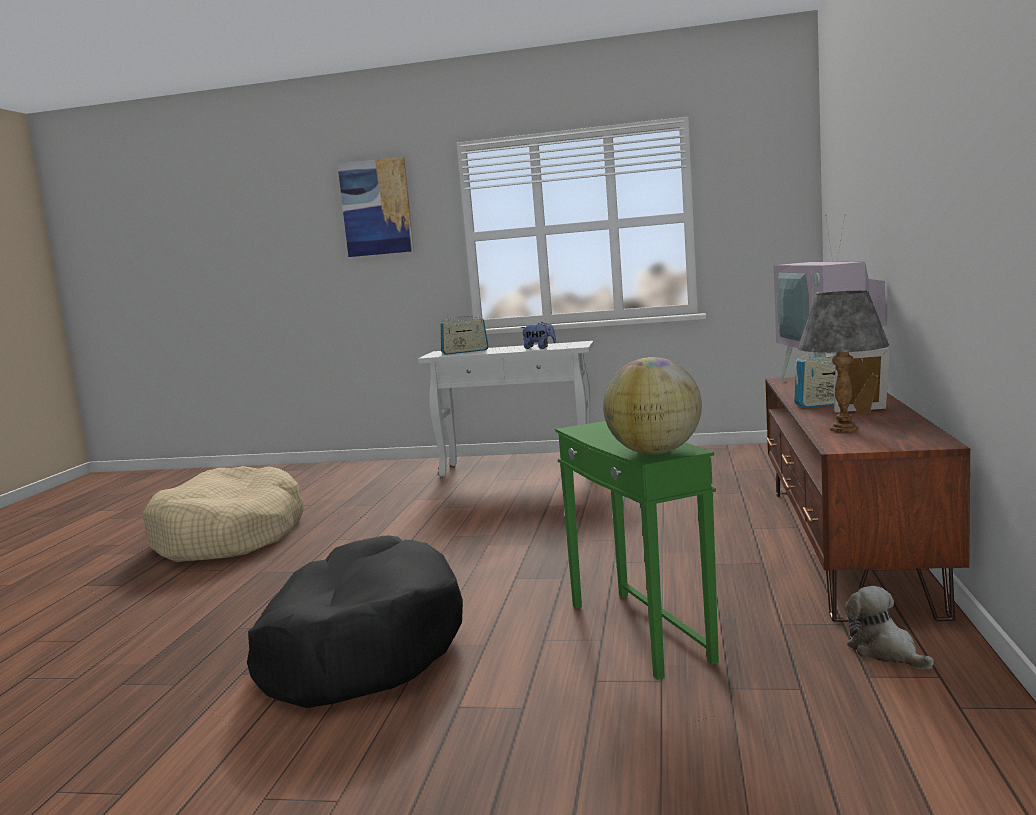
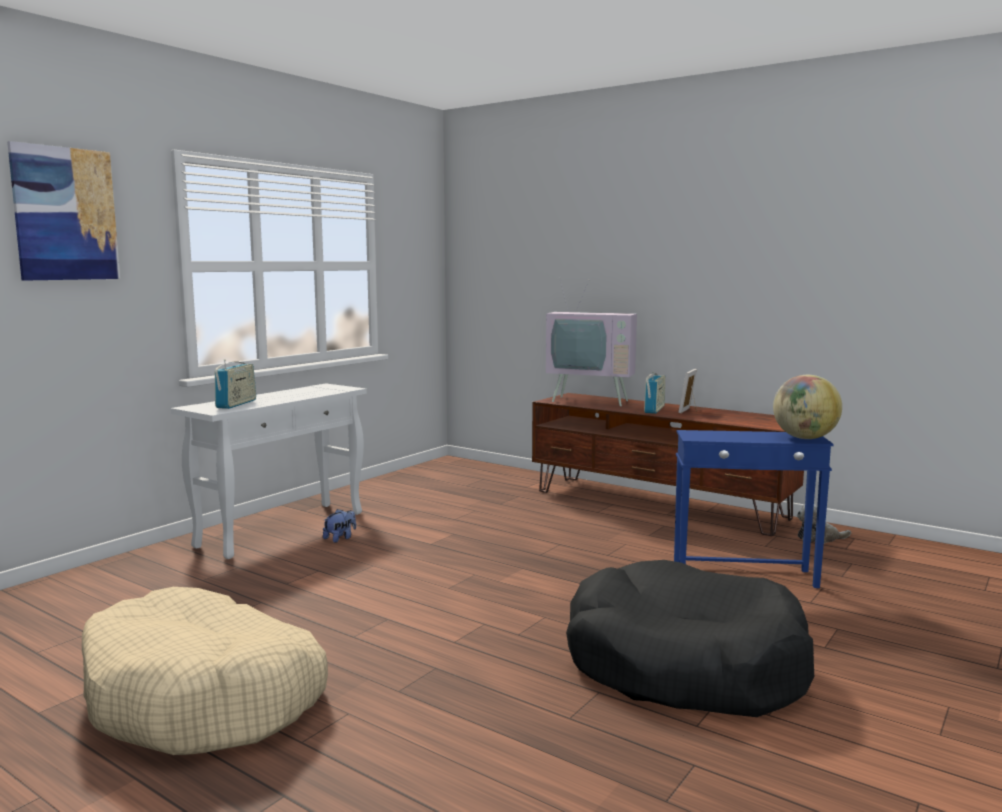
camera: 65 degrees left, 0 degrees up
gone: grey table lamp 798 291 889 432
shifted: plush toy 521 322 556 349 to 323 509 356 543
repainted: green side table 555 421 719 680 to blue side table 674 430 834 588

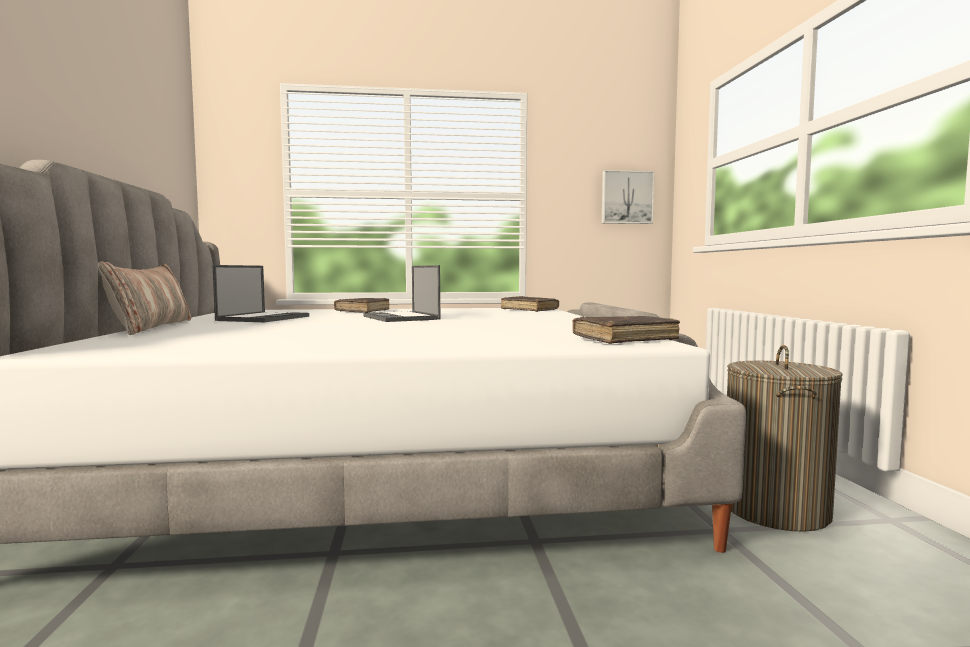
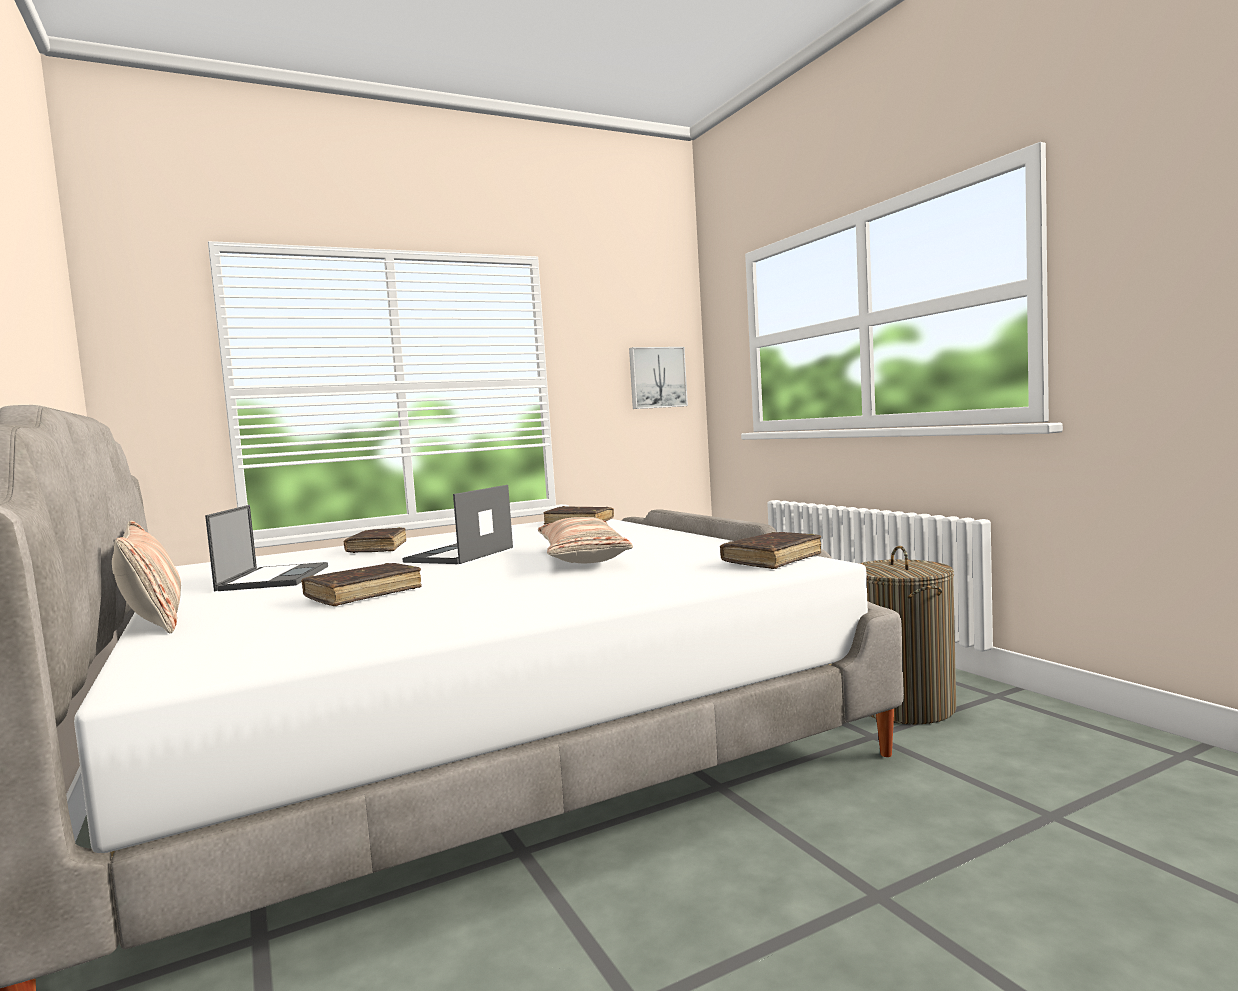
camera: 20 degrees left, 0 degrees up
new: brown book 301 563 422 606; pillow 538 517 633 563
rotated: laptop 363 265 440 322 = 402 485 513 564 75 degrees clockwise

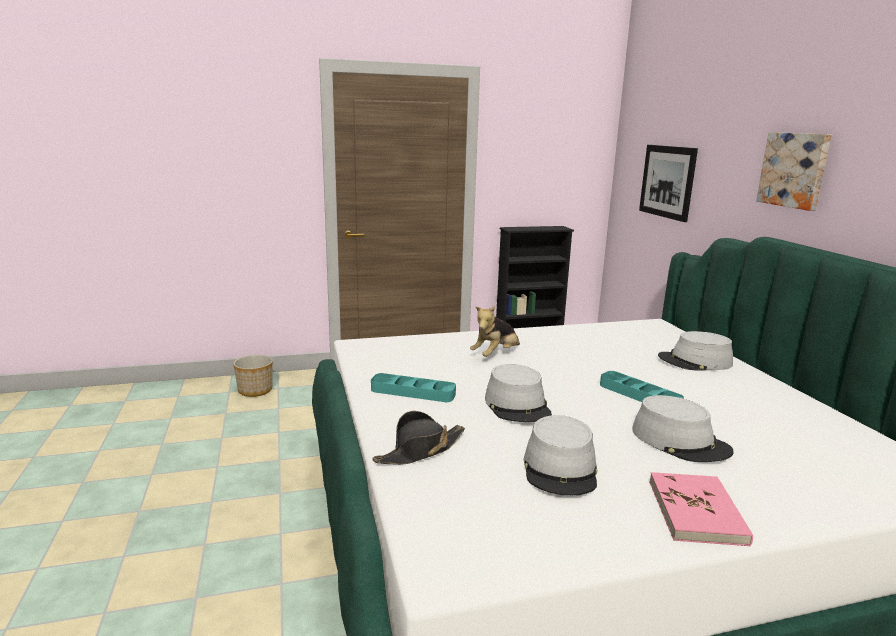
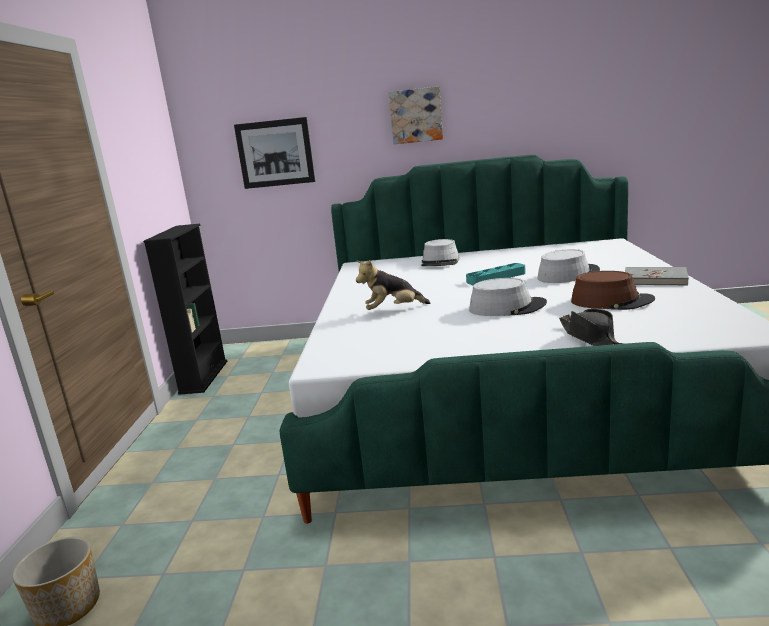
camera: 70 degrees left, 0 degrees up
gone: turquoise tray 371 373 456 402
repainted: grey hat 523 415 597 496 to brown hat 571 271 655 310; pink book 649 472 753 546 to grey book 625 267 689 286
rotated: plush toy 470 306 520 357 = 356 260 431 310 105 degrees clockwise

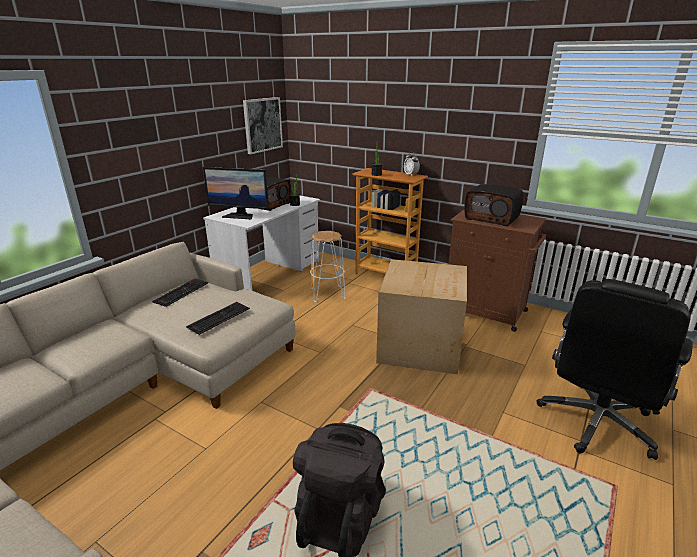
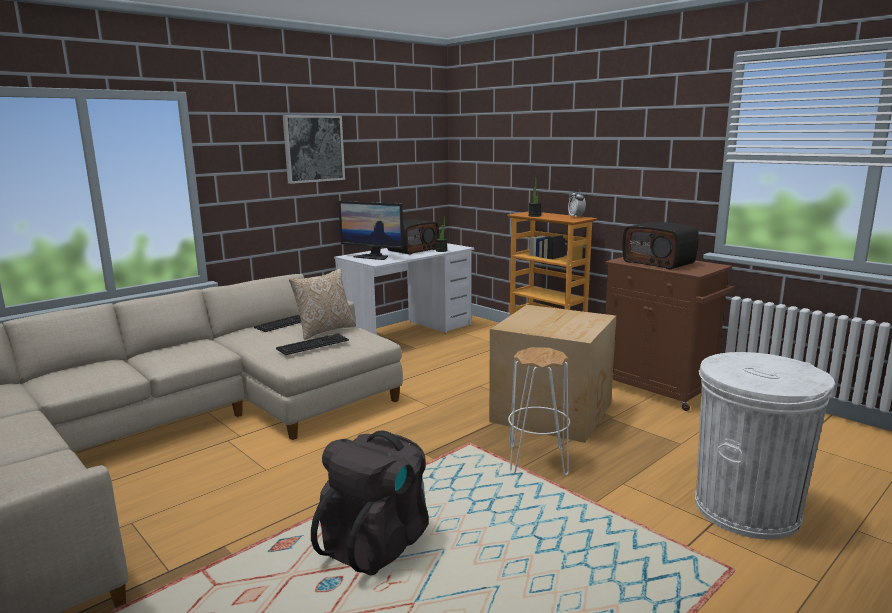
camera: 15 degrees right, 10 degrees down
new: pillow 289 268 356 340
shifted: picture 243 97 283 154 to 283 115 345 184; white stool 310 231 346 302 to 508 347 570 476
swapped: black office chair 537 279 693 460 to white trash can 695 352 835 539

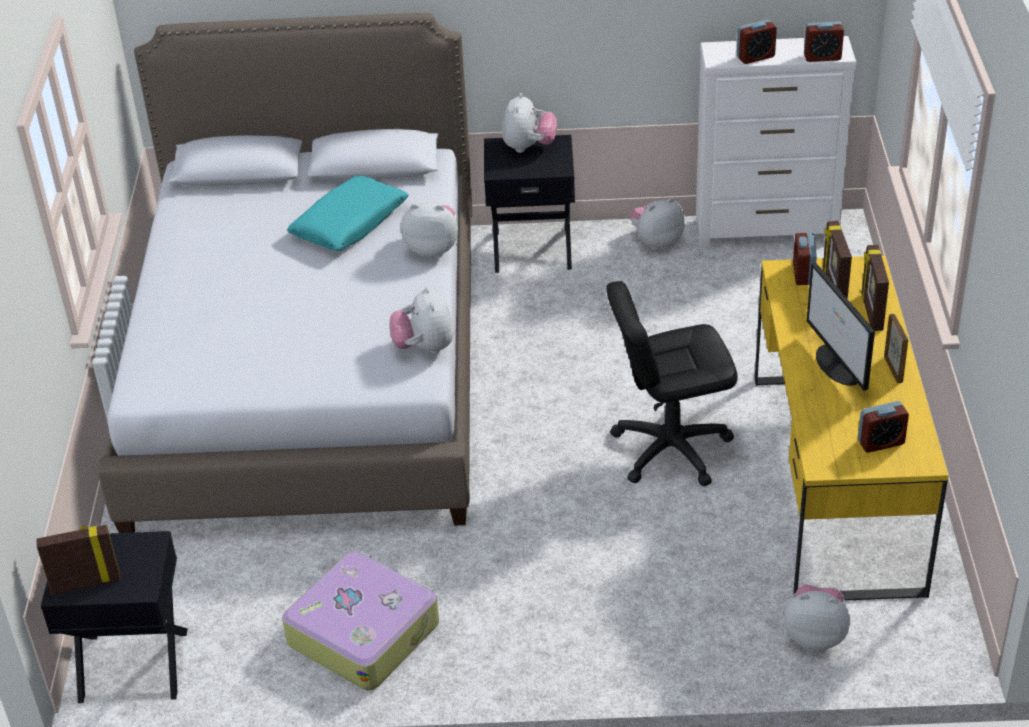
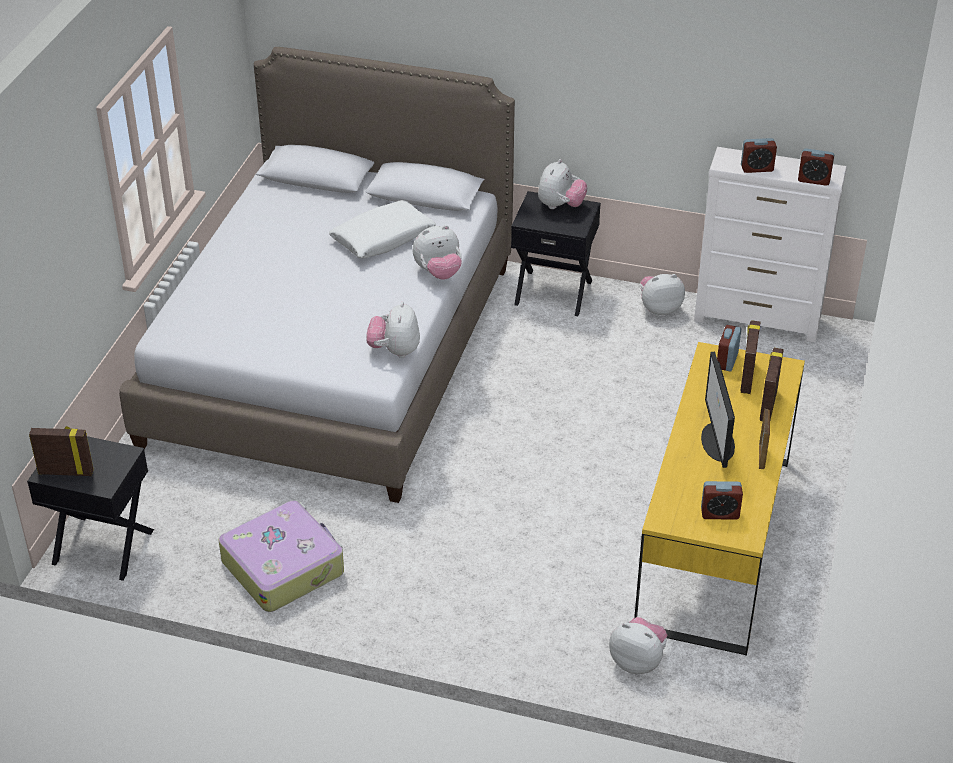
camera: 15 degrees right, 0 degrees up
gone: black office chair 606 281 738 486
repainted: turquoise pillow 287 175 409 251 to white pillow 329 200 436 258
rotated: plush toy 401 203 458 257 = 413 225 462 280 135 degrees clockwise

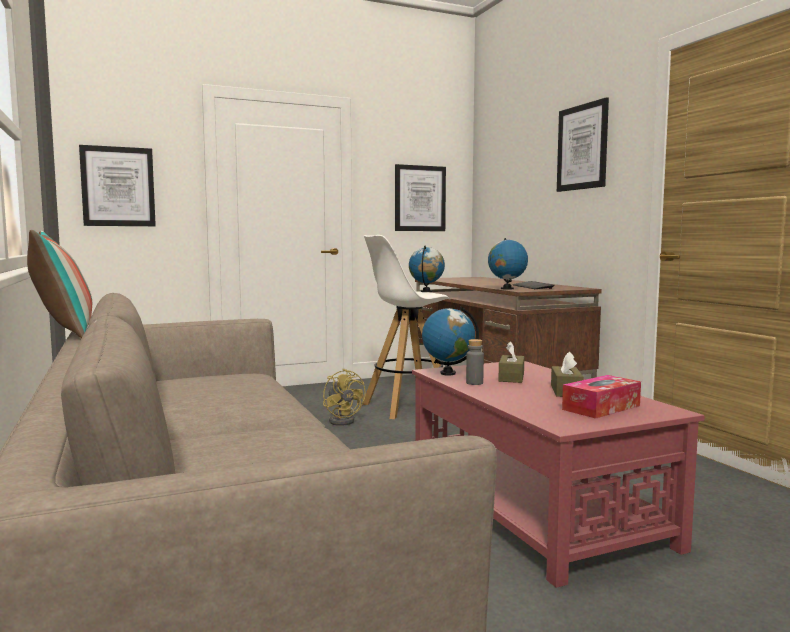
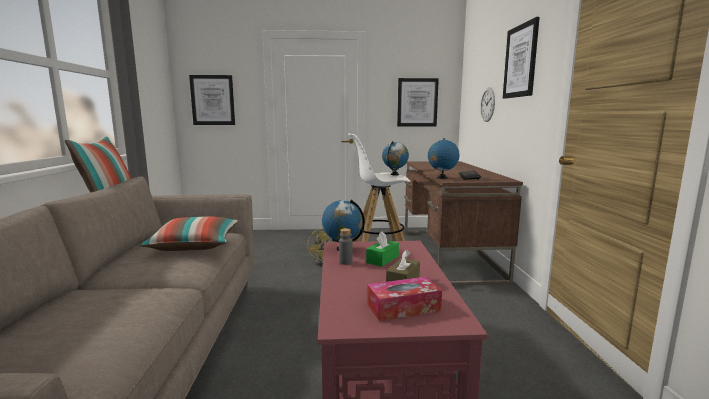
camera: 20 degrees right, 5 degrees up
new: pillow 139 216 238 251; wall clock 481 88 495 122
repainted: brown tissue box 498 341 524 383 to green tissue box 366 231 399 267

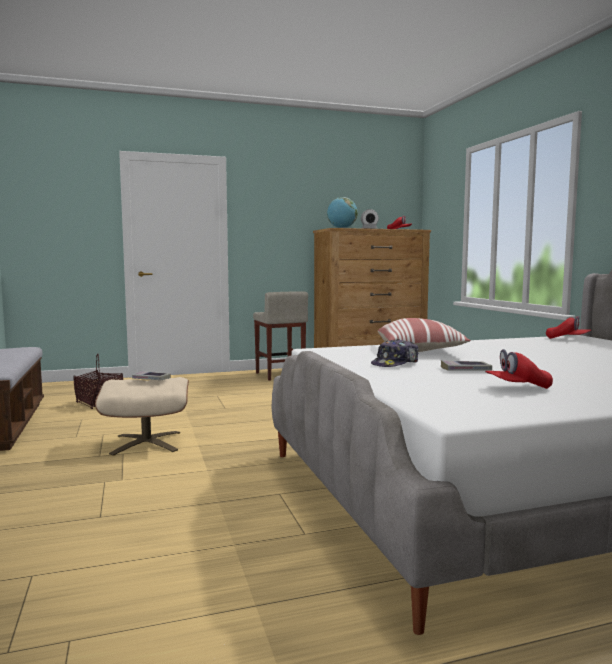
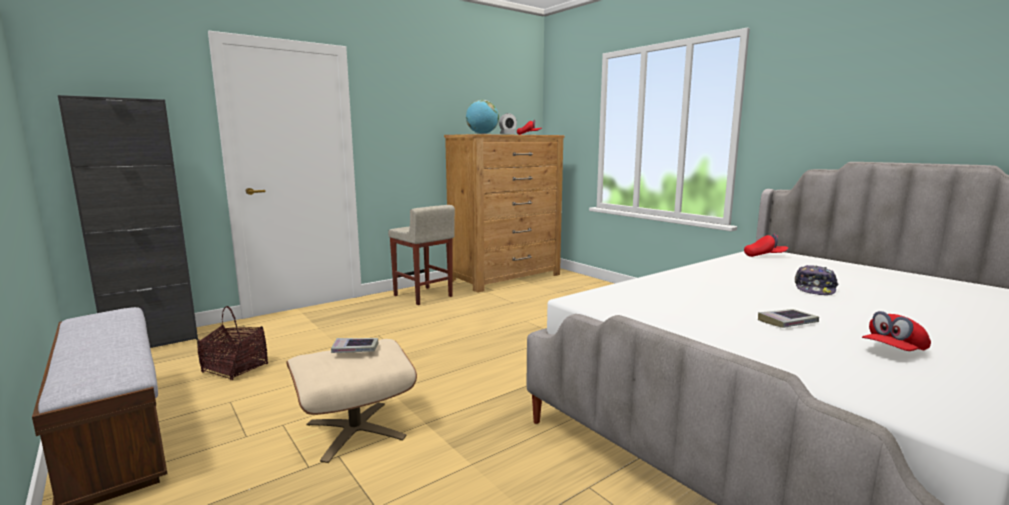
camera: 20 degrees left, 5 degrees up
gone: pillow 378 318 471 352
new: black cabinet 58 95 198 348
shifted: cap 371 339 419 367 to 795 265 839 295

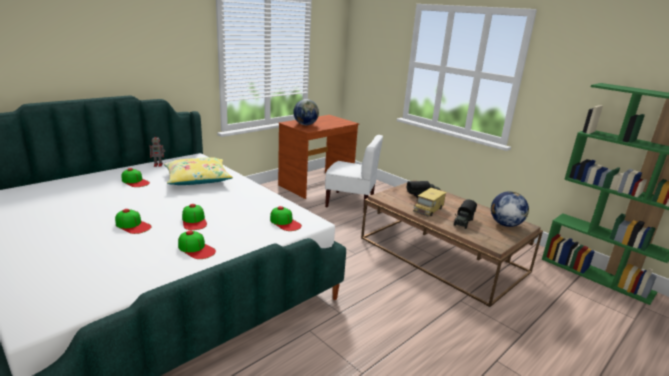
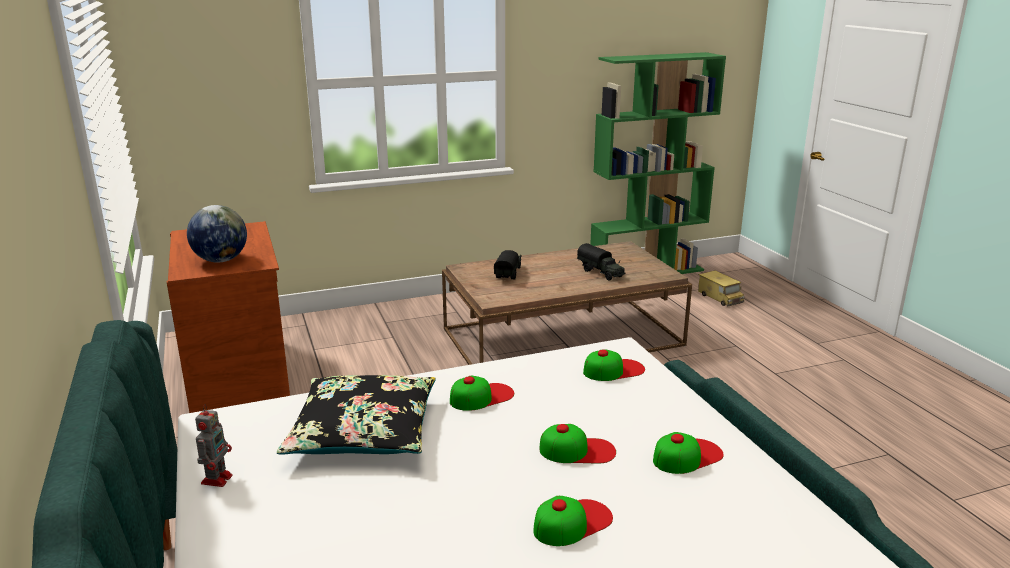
camera: 65 degrees left, 0 degrees up
gone: white chair 325 135 383 212; globe 491 191 529 227
shifted: cap 122 168 150 187 to 450 376 514 411; toy truck 413 188 447 217 to 698 271 745 306
repainted: yellow pillow 164 157 233 185 to black pillow 277 375 435 455

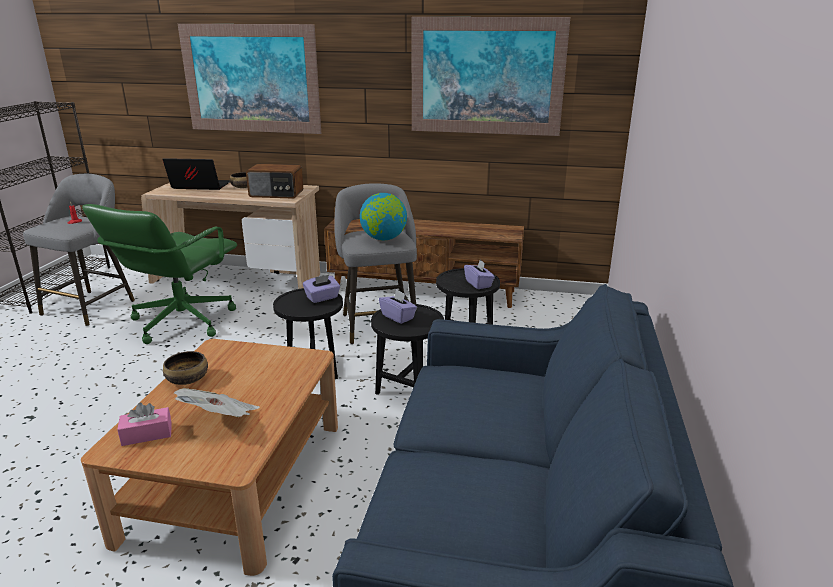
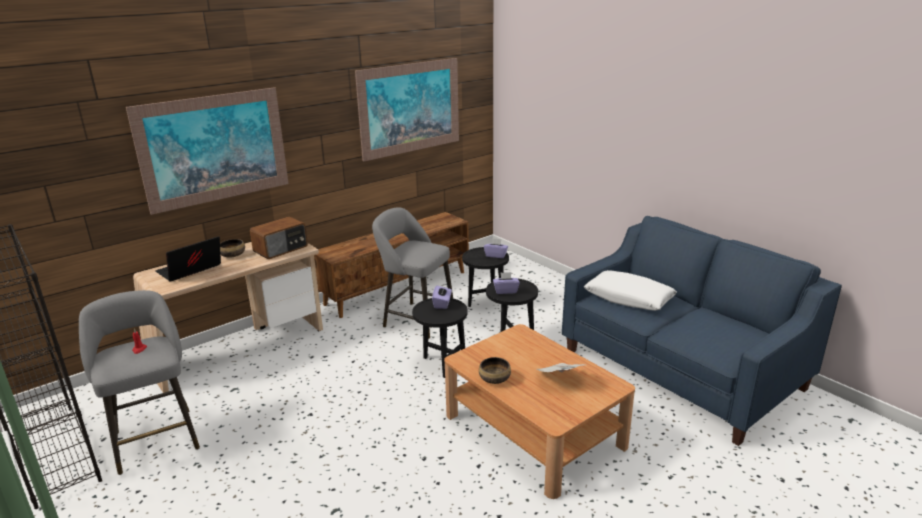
camera: 50 degrees left, 0 degrees up
gone: green office chair 82 204 237 344; pink tissue box 117 403 172 446; globe 360 193 407 241
new: white pillow 584 270 677 311

